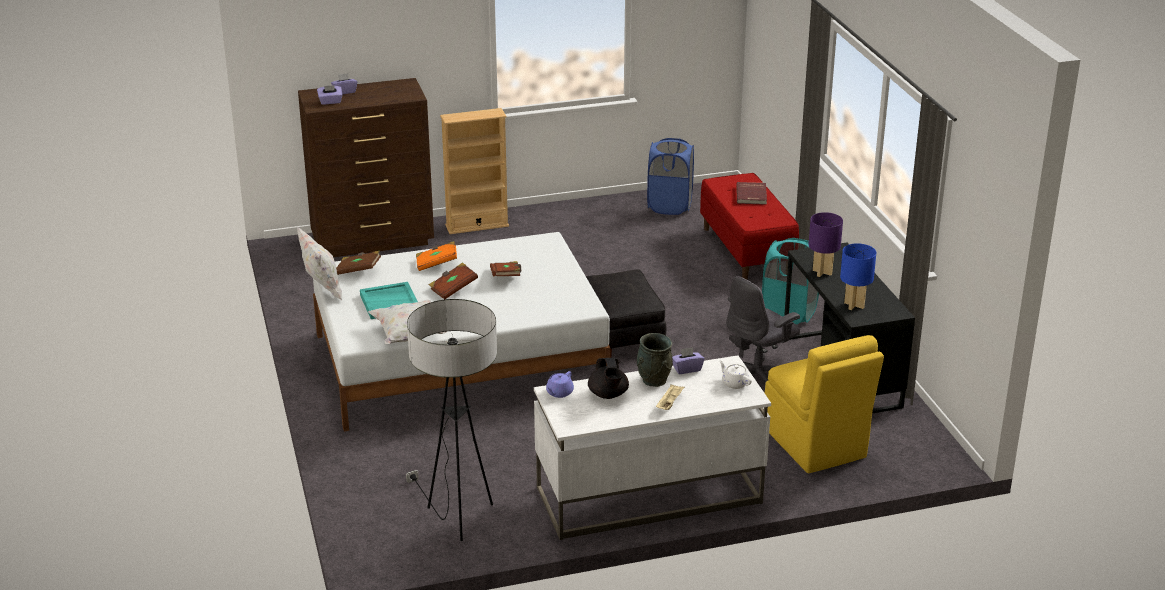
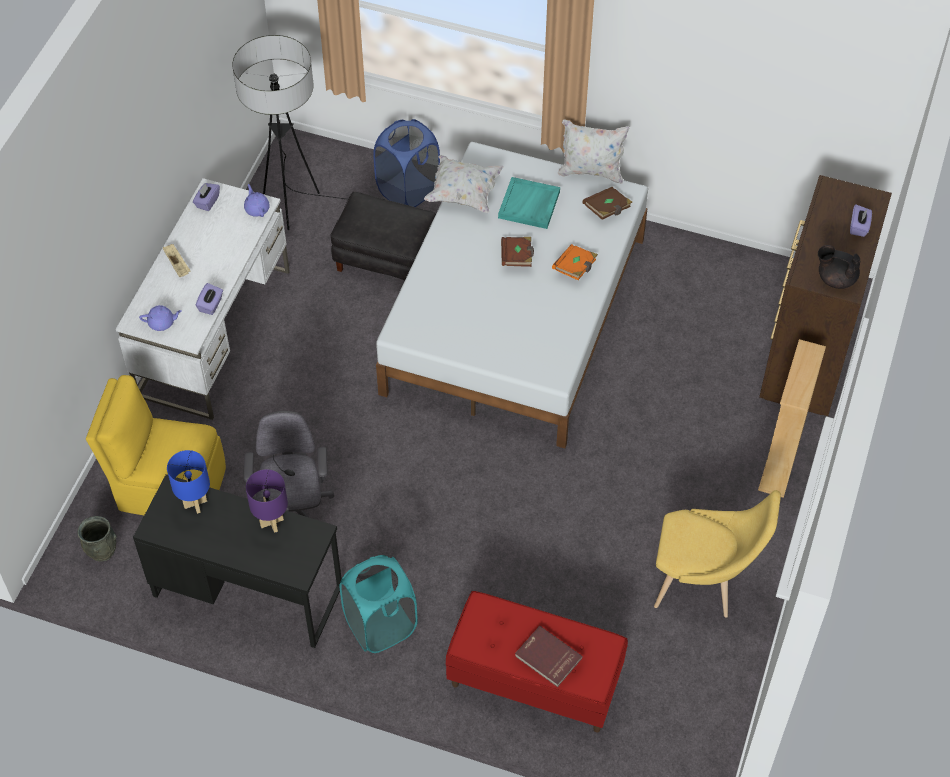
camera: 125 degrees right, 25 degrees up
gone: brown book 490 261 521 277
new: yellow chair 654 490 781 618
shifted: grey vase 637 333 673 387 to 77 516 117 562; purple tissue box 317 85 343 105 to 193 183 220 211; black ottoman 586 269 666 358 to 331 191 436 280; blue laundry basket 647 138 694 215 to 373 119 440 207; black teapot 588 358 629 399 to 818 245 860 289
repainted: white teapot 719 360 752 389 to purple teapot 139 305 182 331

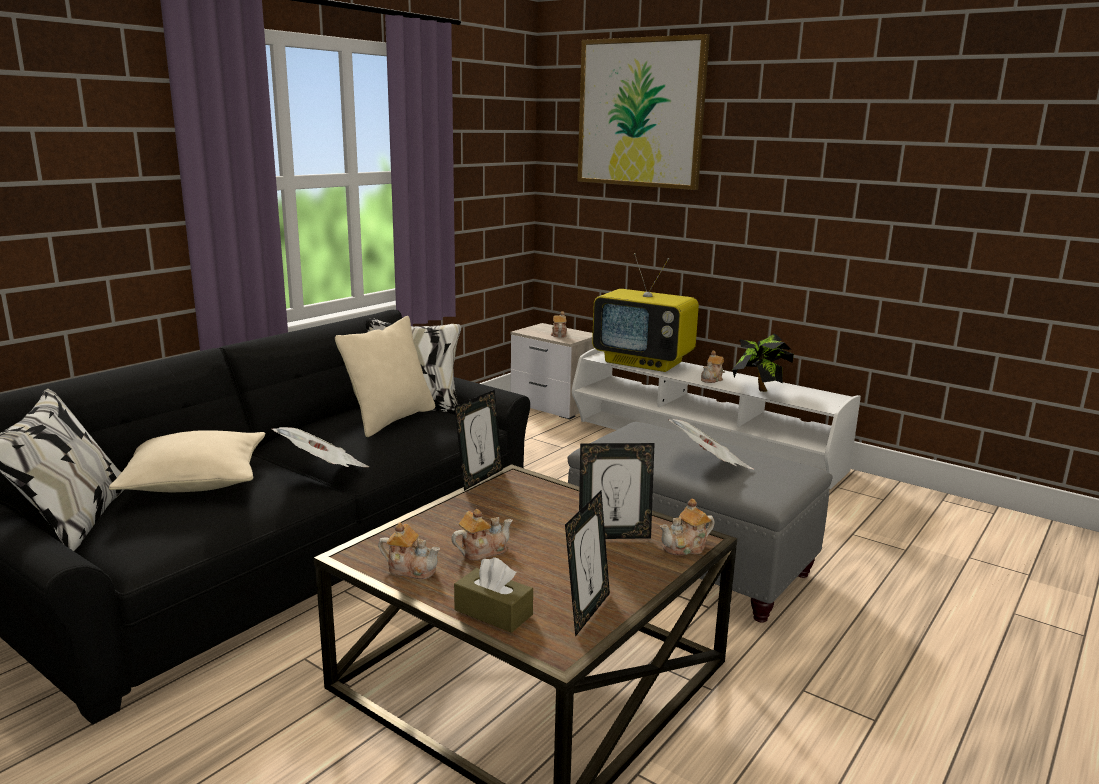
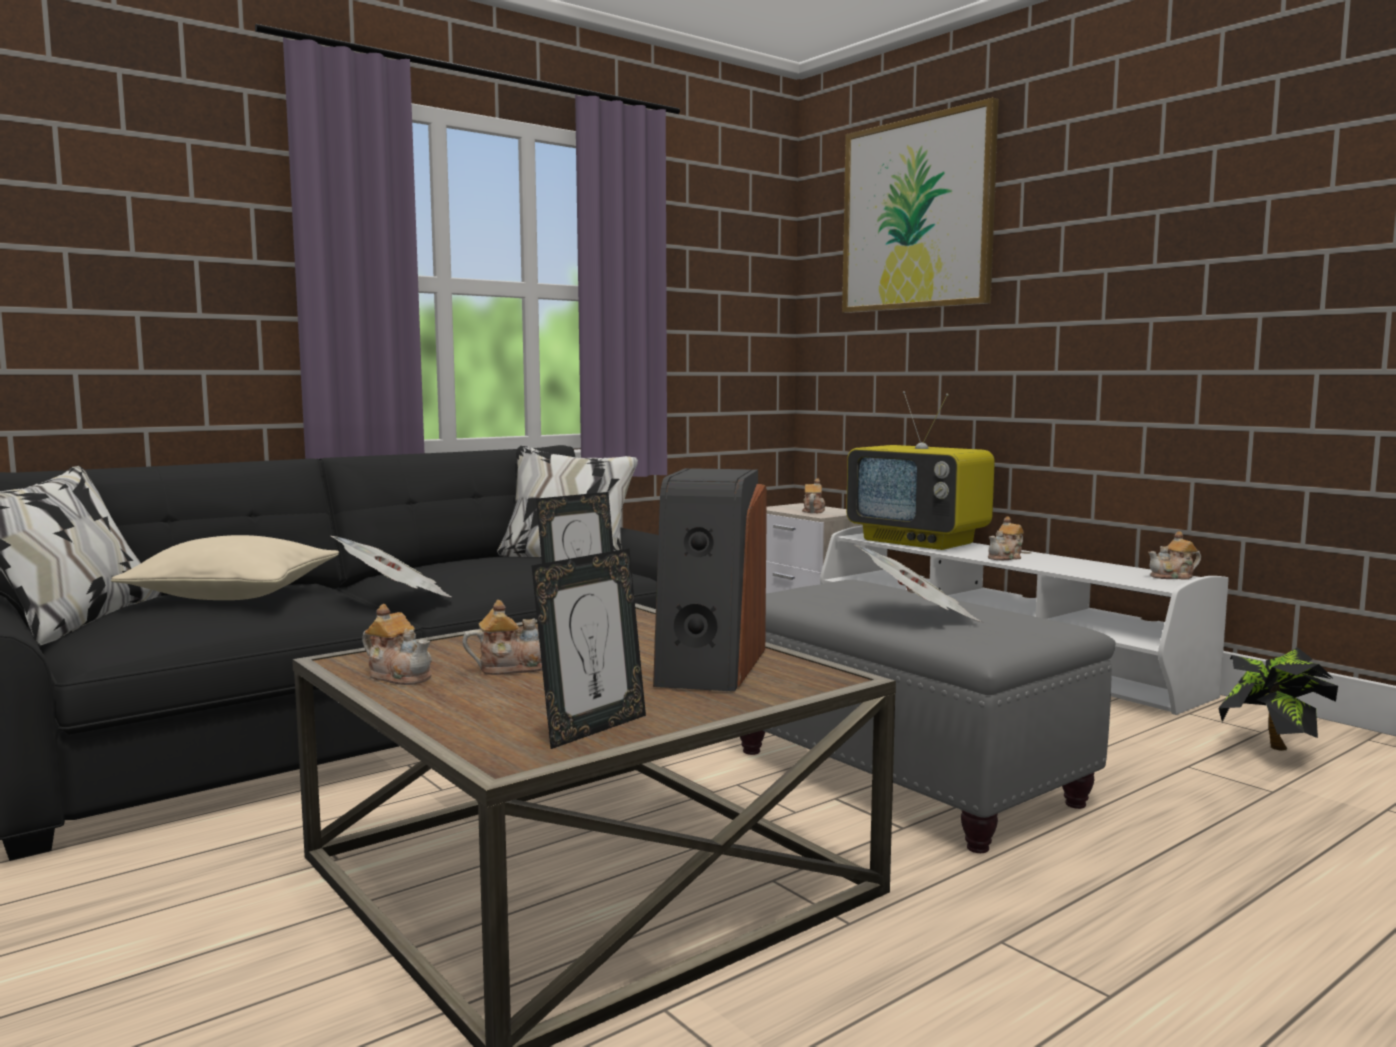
camera: 15 degrees right, 10 degrees down
gone: beige pillow 335 316 435 437; brown tissue box 454 557 533 633
shifted: teapot 660 499 714 555 to 1148 531 1201 580; potted plant 733 333 794 392 to 1218 647 1338 751
swapped: picture frame 579 443 655 539 to speaker 653 468 767 692

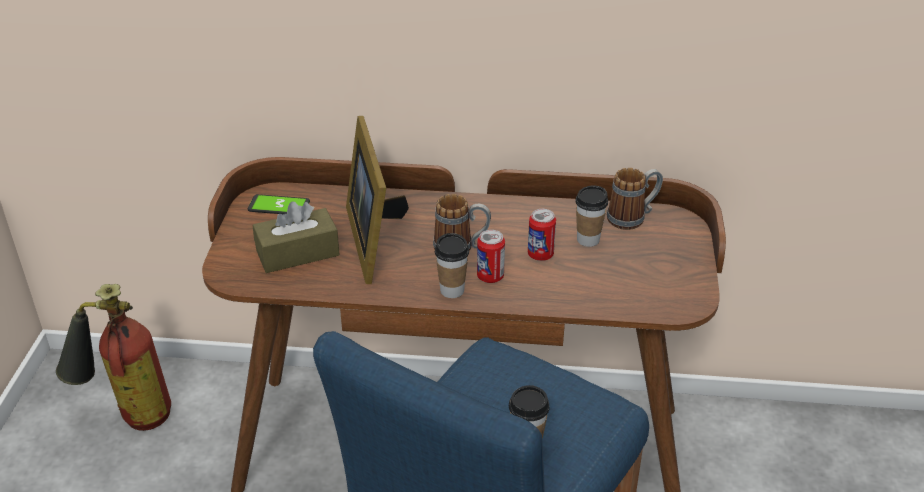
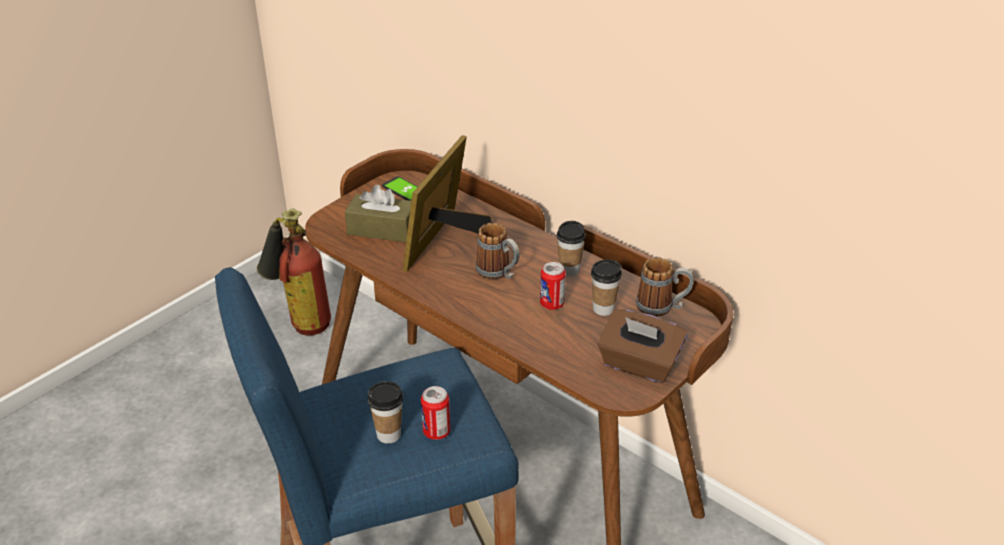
camera: 35 degrees right, 0 degrees up
new: brown tissue box 598 309 688 383
shifted: can 477 230 505 283 to 421 386 450 440; cup 435 233 469 298 to 557 221 586 276

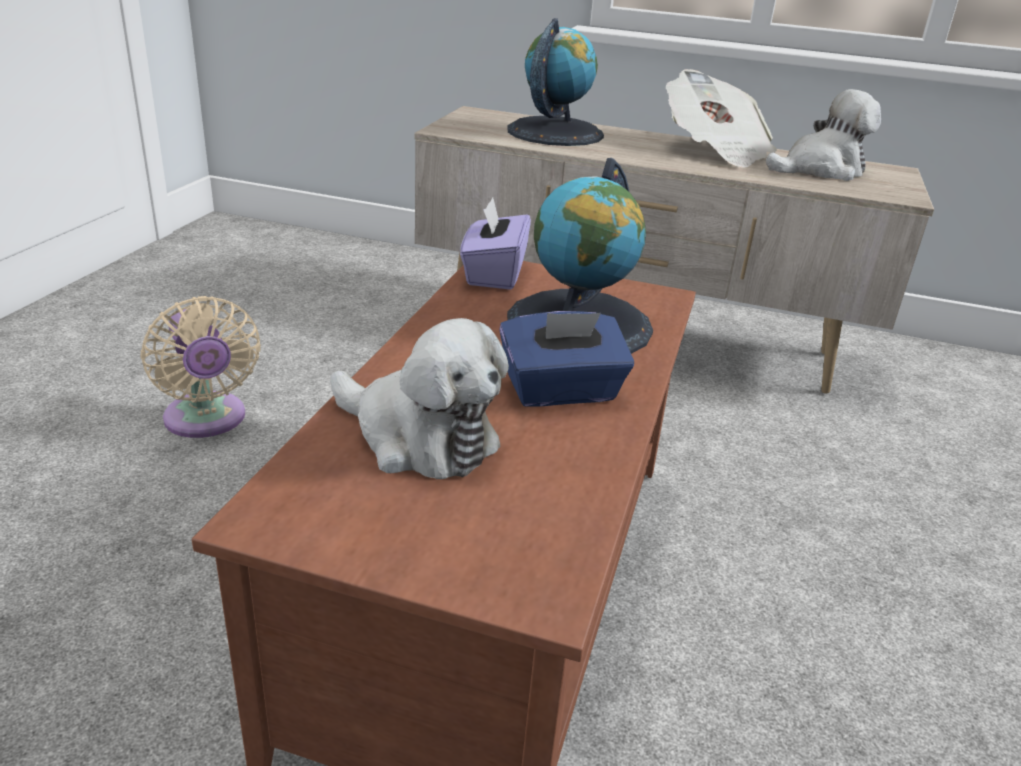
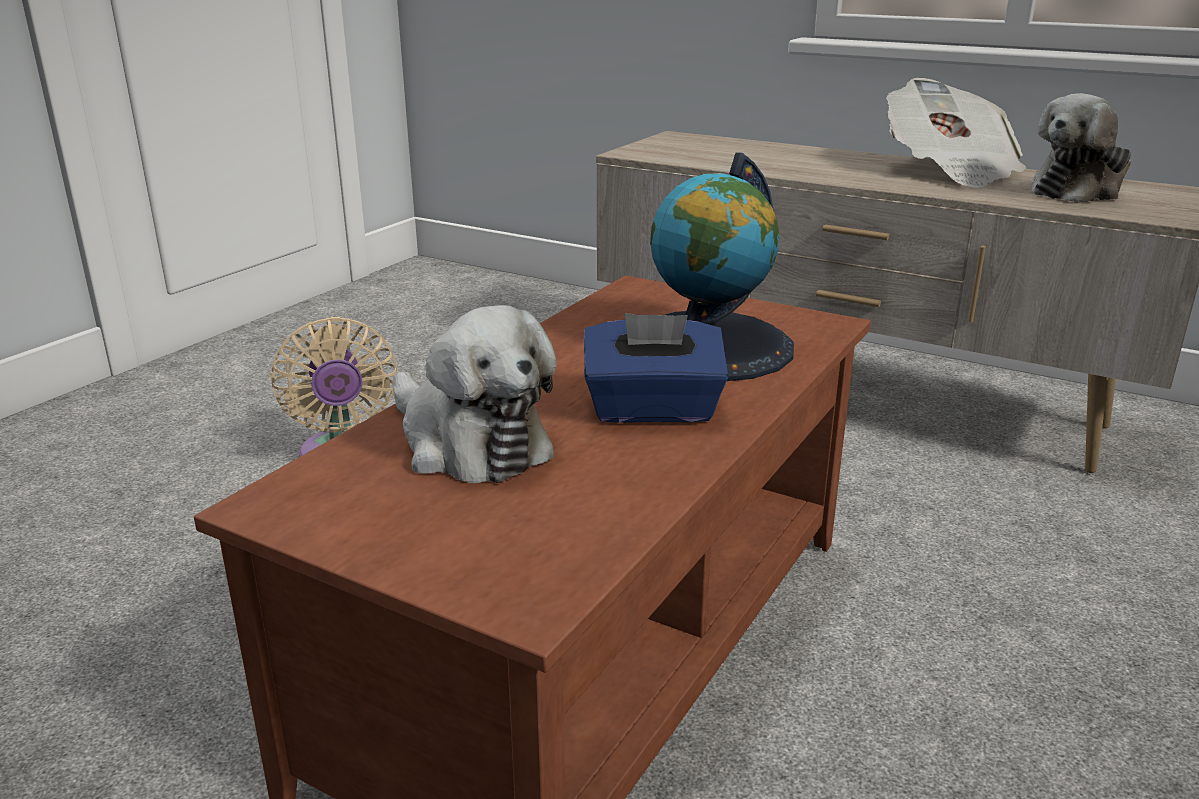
camera: 15 degrees right, 5 degrees down
gone: purple tissue box 460 197 531 290; globe 507 18 604 146
rotated: plush toy 766 89 881 181 = 1031 93 1131 203 150 degrees clockwise

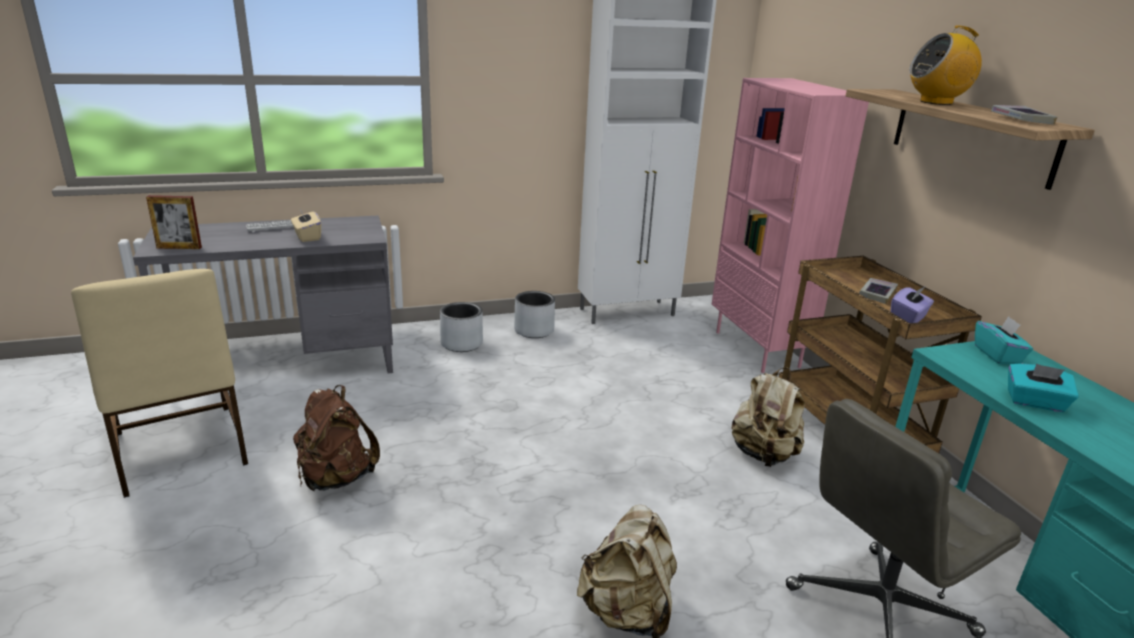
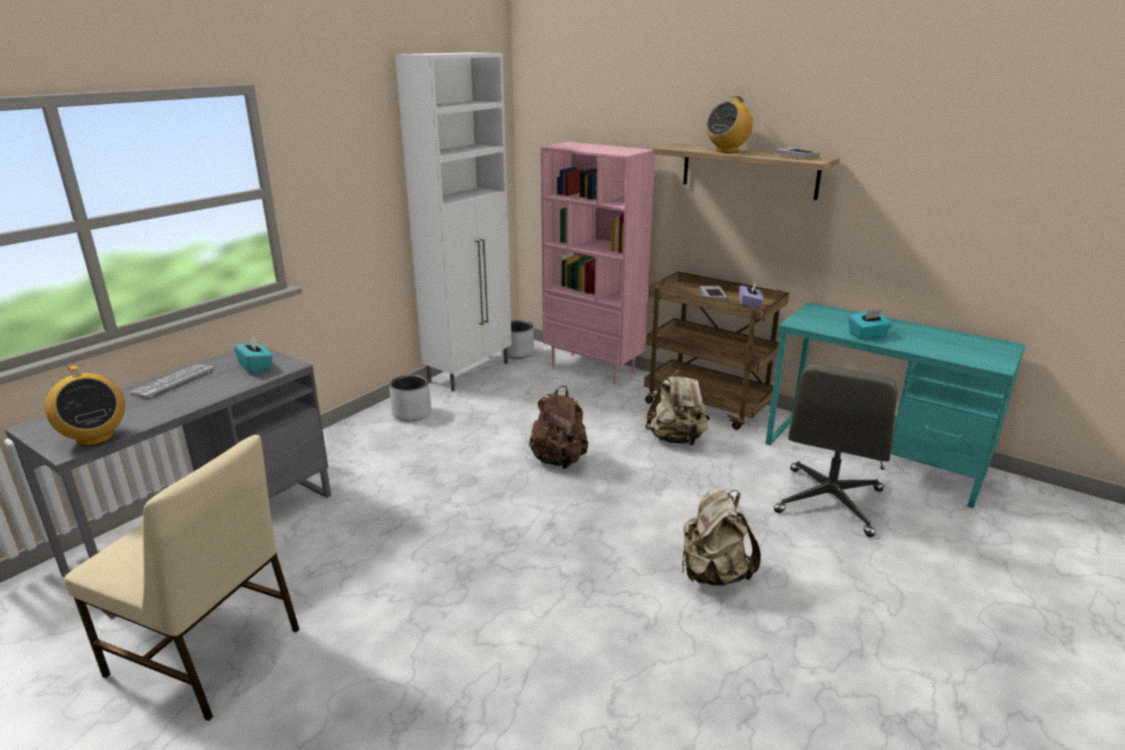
camera: 35 degrees left, 0 degrees up
gone: beige tissue box 291 209 321 242
shifted: turquoise tissue box 975 316 1033 364 to 233 335 272 374; grey planter 440 302 483 352 to 501 320 534 358; brown backpack 293 385 380 492 to 529 386 588 469
swapped: picture frame 146 195 202 249 to radio 45 365 125 446

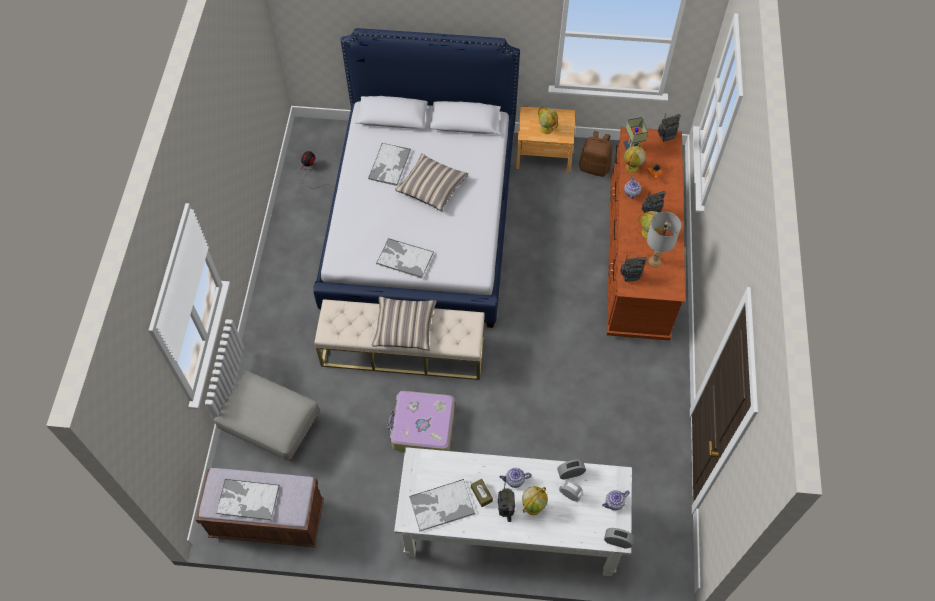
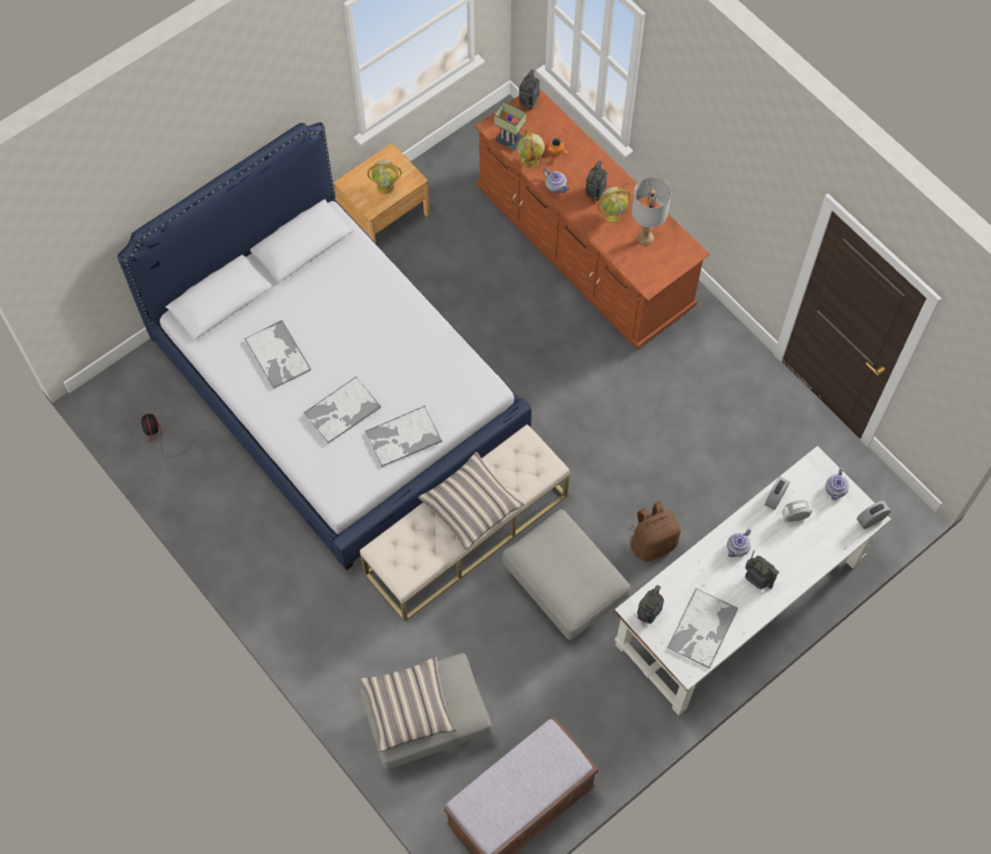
camera: 45 degrees left, 5 degrees up
gone: brown tissue box 471 479 493 507; globe 522 486 548 515
shifted: tray 216 479 280 521 to 303 376 381 444; pillow 395 154 469 211 to 359 657 457 753; brown backpack 579 131 612 177 to 630 501 681 562; radio 620 255 647 282 to 637 585 664 624
swapped: suitcase 387 391 455 452 to grey ottoman 502 509 630 640

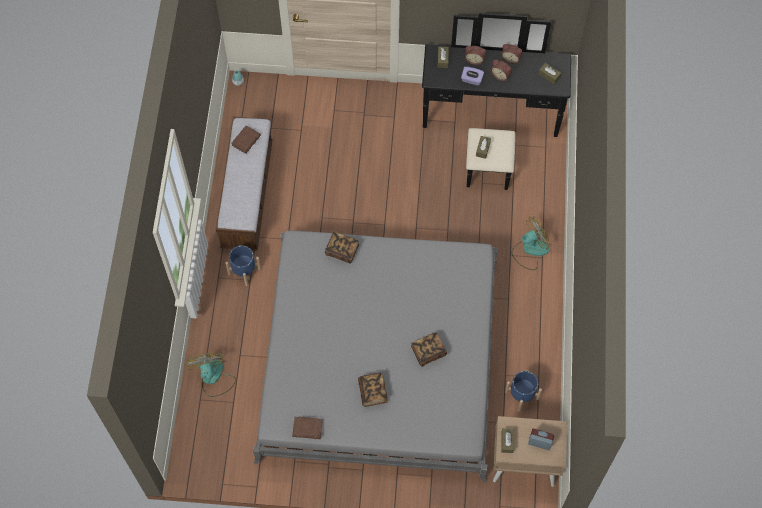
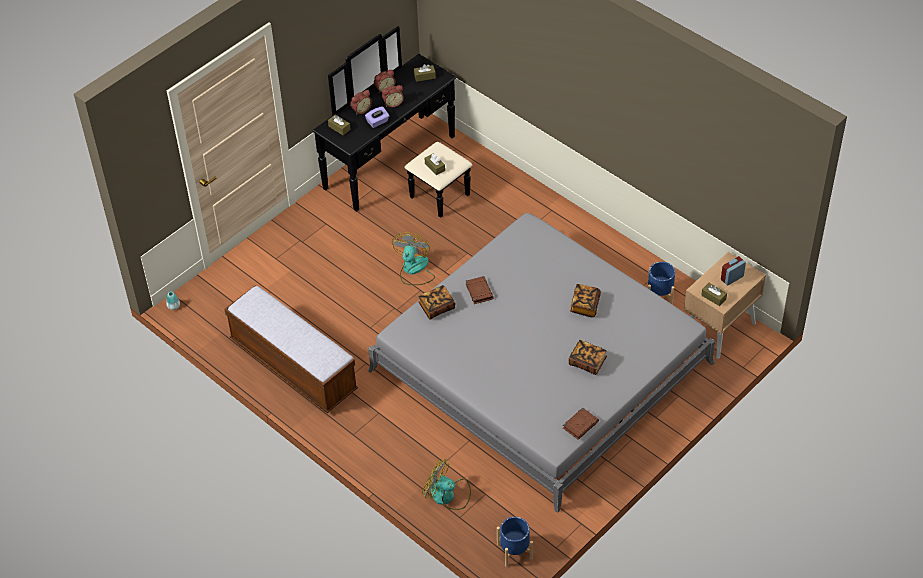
camera: 50 degrees left, 15 degrees down
shifted: fan 511 216 550 270 to 392 233 435 285; brown book 231 125 261 154 to 466 276 494 304; blue planter 225 245 261 286 to 497 517 533 567

